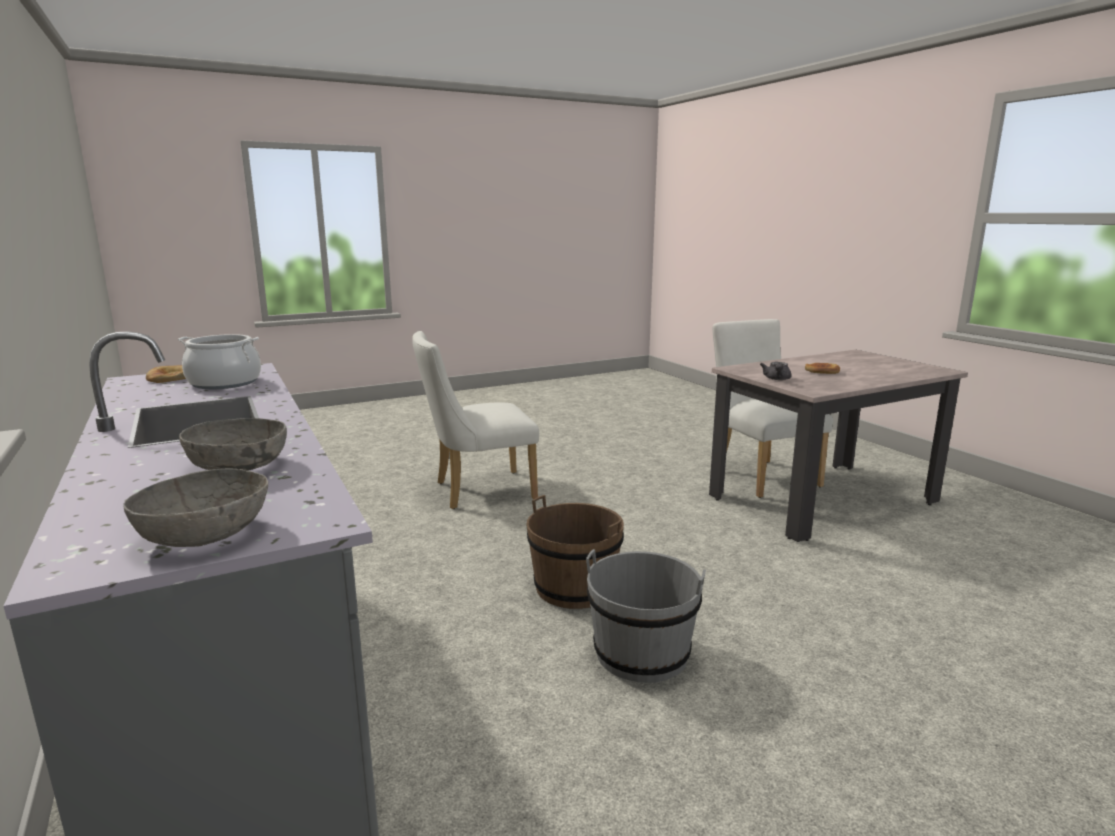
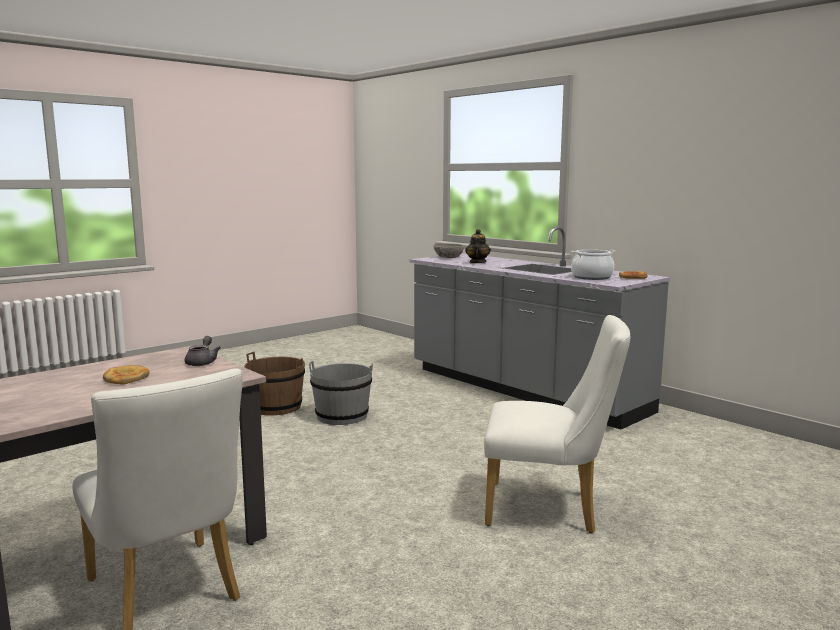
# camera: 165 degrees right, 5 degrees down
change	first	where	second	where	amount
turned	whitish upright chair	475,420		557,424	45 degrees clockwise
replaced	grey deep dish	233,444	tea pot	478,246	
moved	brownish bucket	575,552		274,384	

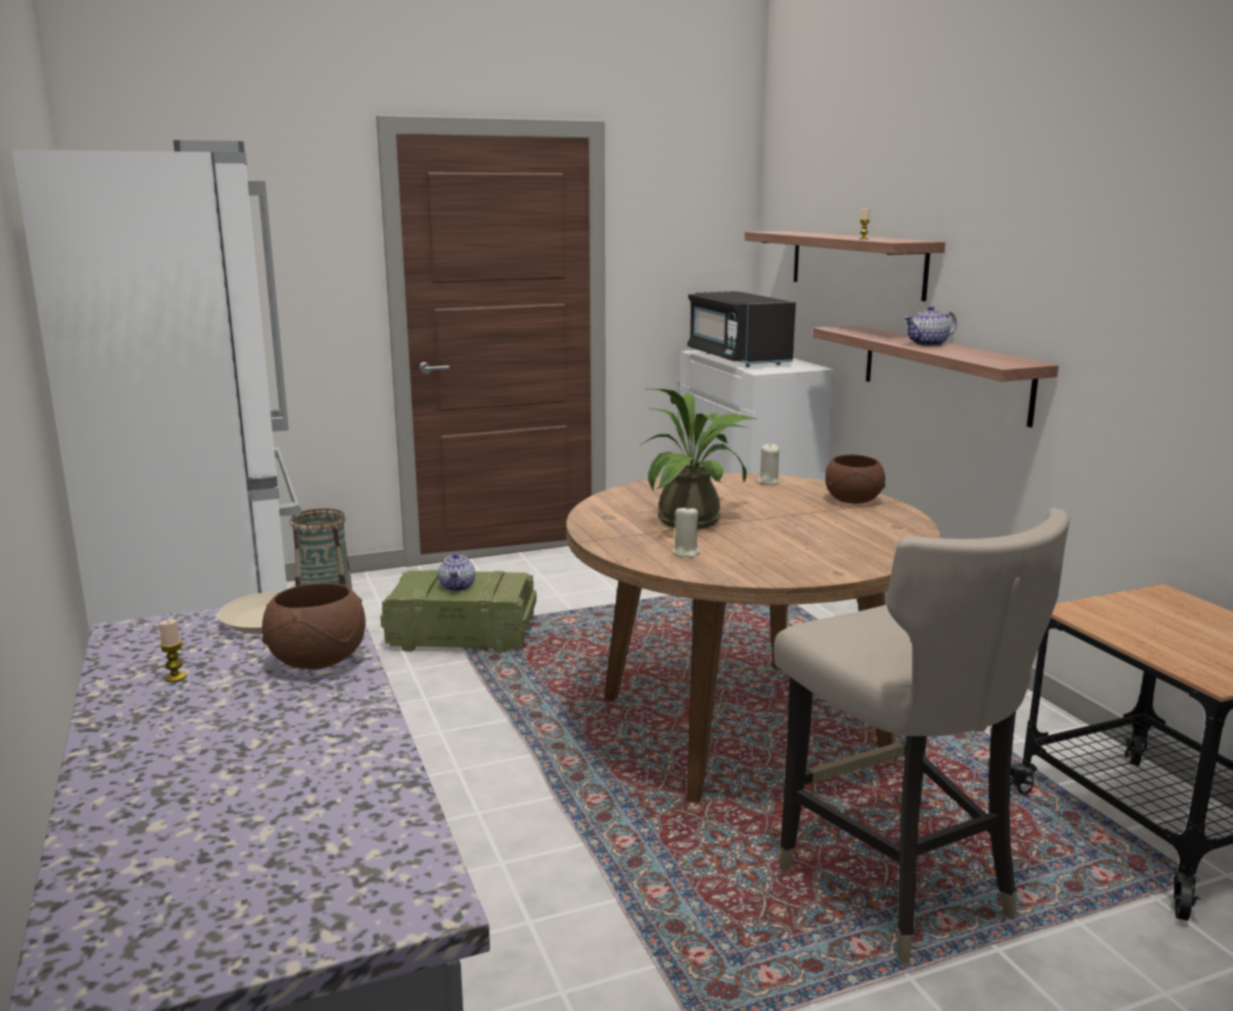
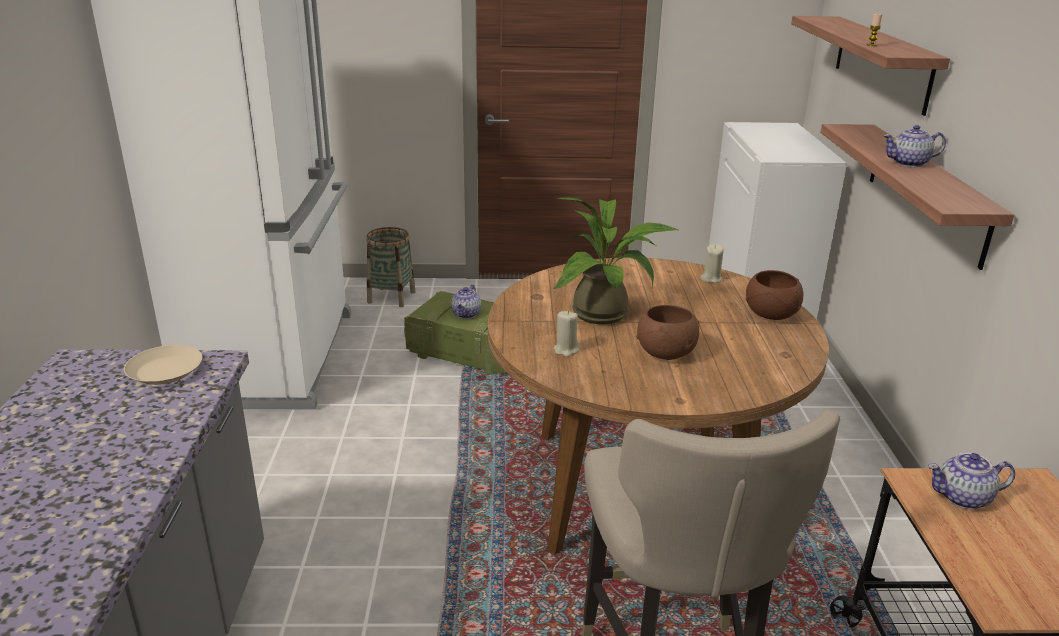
# camera: 20 degrees right, 10 degrees up
change	first	where	second	where	amount
removed	black microwave oven	741,329			
moved	brownish deep dish	314,626		667,332	
removed	candle	173,651			
added			tea pot	971,481	

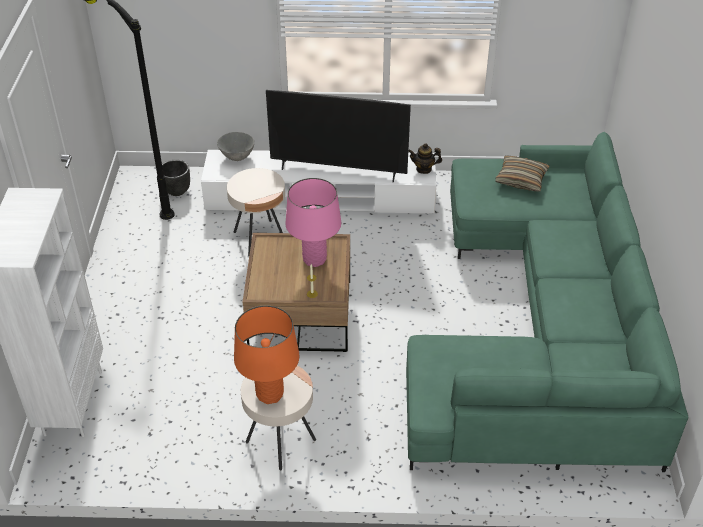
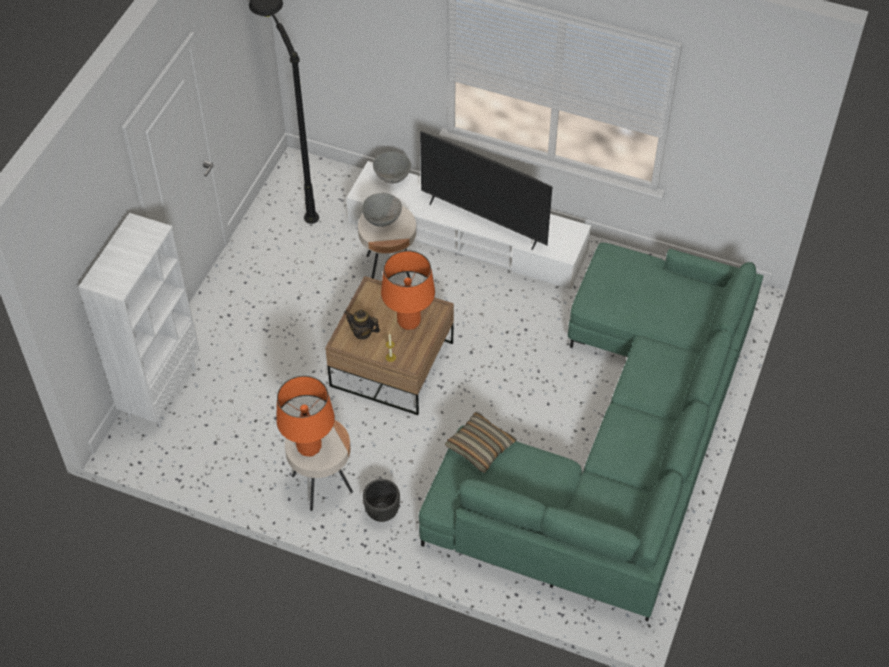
# camera: 20 degrees right, 10 degrees up
change	first	where	second	where	amount
moved	tea pot	425,158		362,325	
moved	throw pillow	522,173		481,442	
moved	black flower pot	176,178		381,500	
recoloured	pink tabletop lamp	313,222	orangey tabletop lamp	408,290	
added			grey deep dish	382,210	

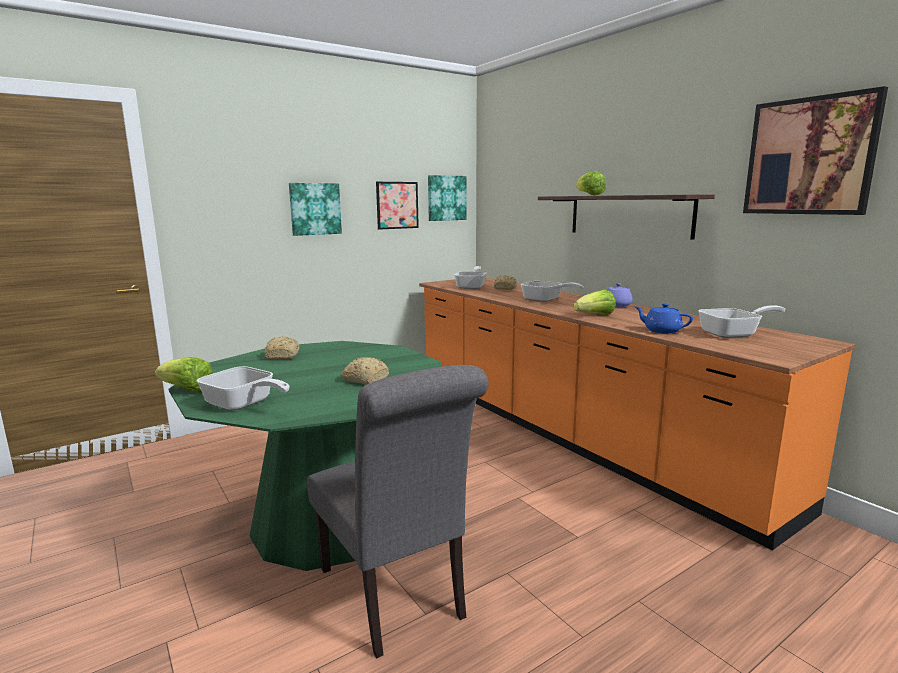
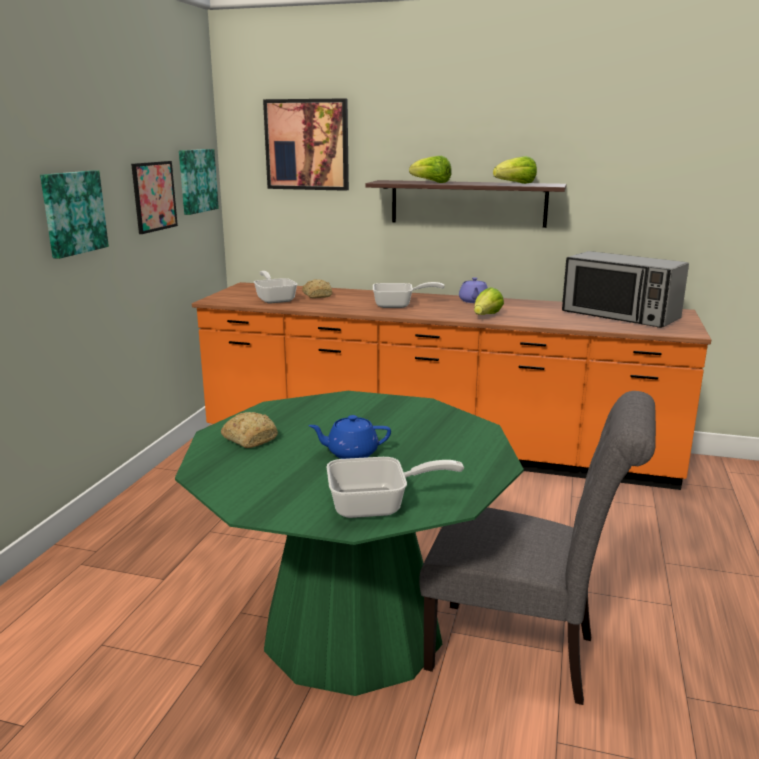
# camera: 40 degrees left, 5 degrees up
change	first	where	second	where	amount
moved	wall picture	815,150		306,144	
moved	blue tea pot	663,319		349,437	
replaced	frying pan	741,321	microwave oven	625,289	
moved	lettuce	184,374		515,170	
removed	bakery bread	365,371			

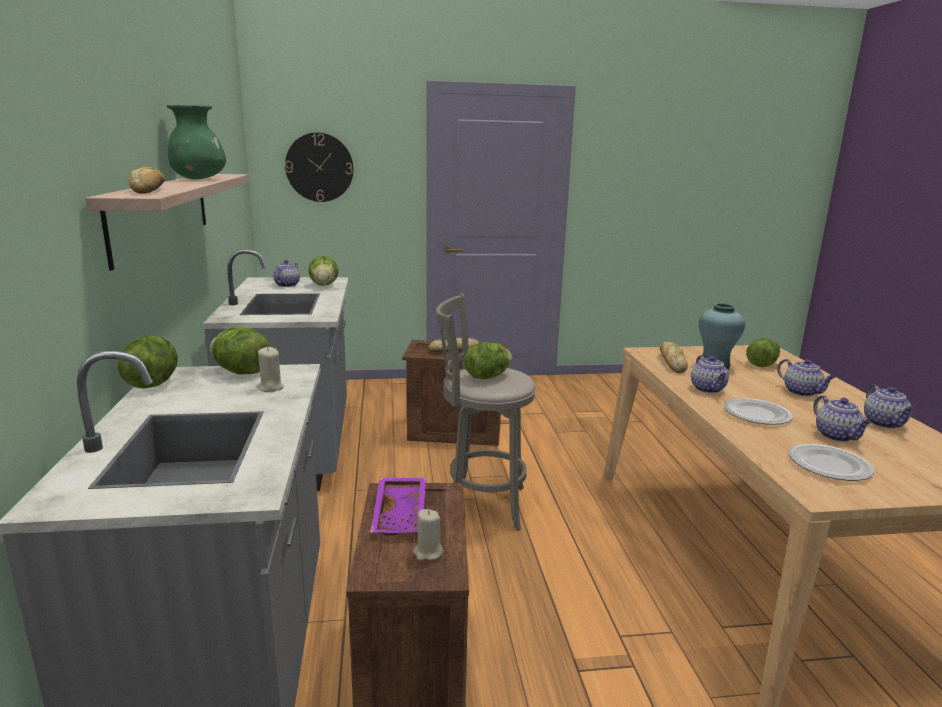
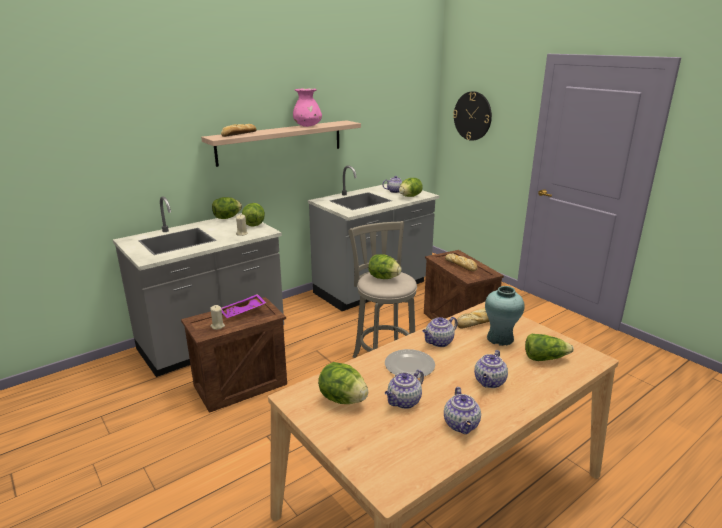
# camera: 60 degrees right, 5 degrees up
change	first	where	second	where	amount
recoloured	green vase	196,142	pink vase	307,107	
turned	tea pot	889,407		462,410	60 degrees counterclockwise
replaced	dinner plate	831,462	lettuce	343,383	

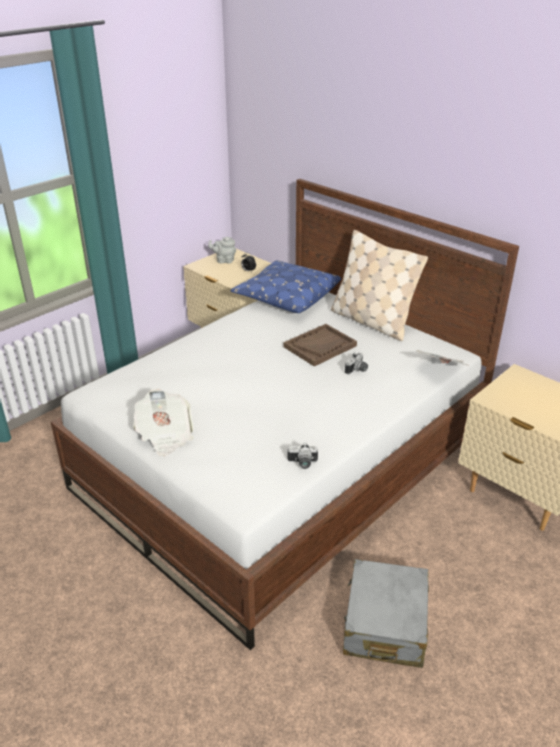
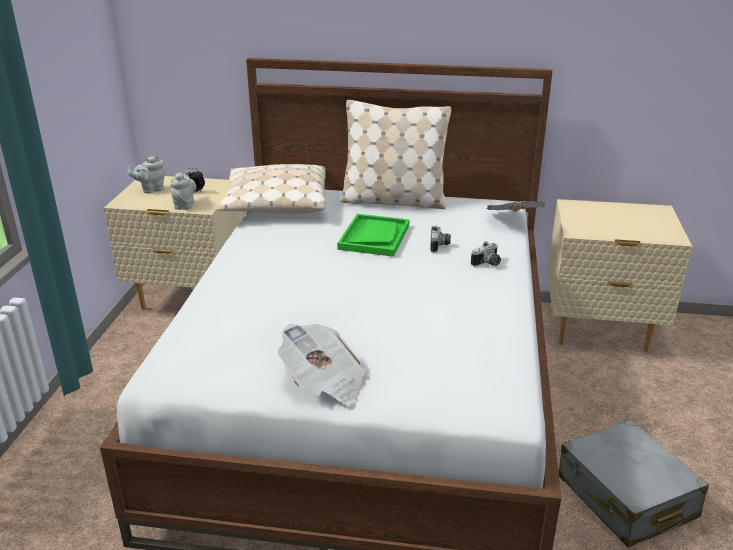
# camera: 35 degrees left, 5 degrees down
change	first	where	second	where	amount
recoloured	blue throw pillow	285,286	beige throw pillow	271,189	
recoloured	brownish carrying tray	320,345	green carrying tray	373,235	
moved	photo camera	302,456		486,254	
added			grey tea pot	183,190	

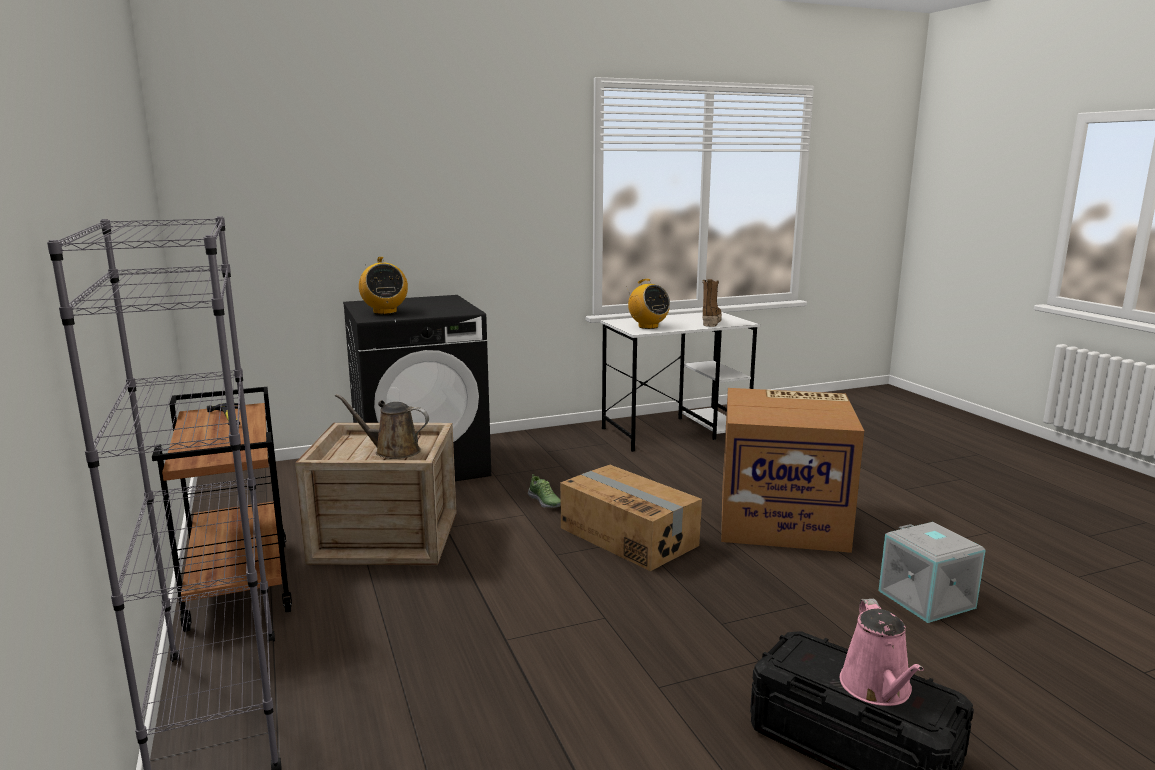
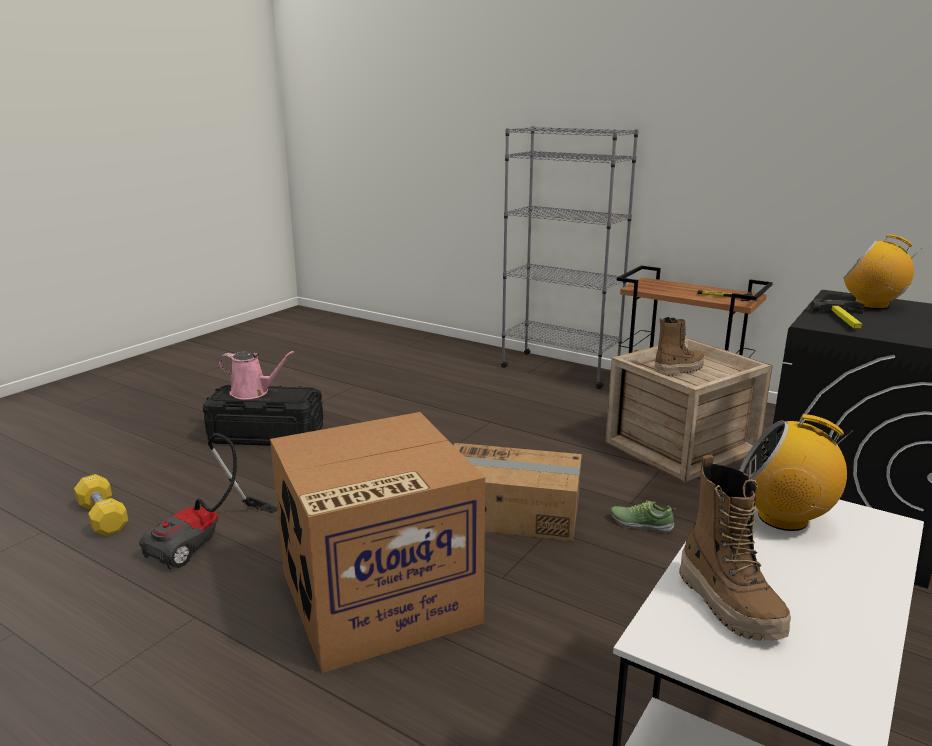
# camera: 145 degrees right, 5 degrees up
change	first	where	second	where	amount
replaced	brownish sprinkling can	382,426	boot	679,346	
replaced	grey storage container	932,572	vacuum cleaner	208,501	
turned	pink sprinkling can	882,652		256,375	135 degrees clockwise
added			hammer	837,314	
added			yellowish hand weight	101,505	

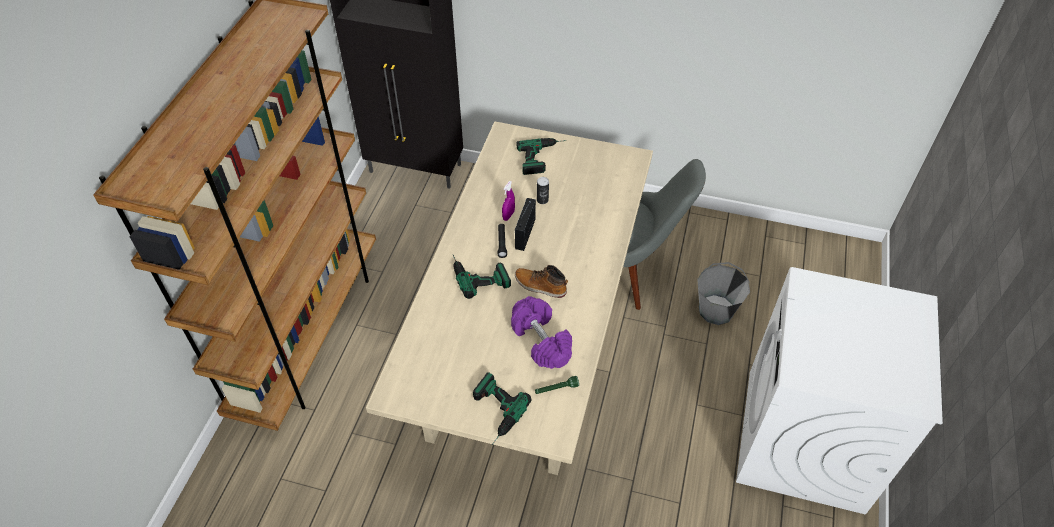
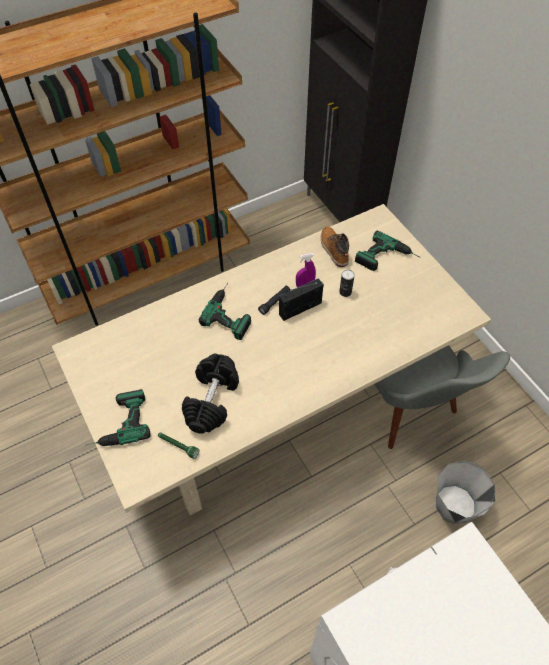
# camera: 45 degrees right, 5 degrees up
change	first	where	second	where	amount
moved	boot	541,281		335,246	
recoloured	purple hand weight	541,332	black hand weight	210,393	

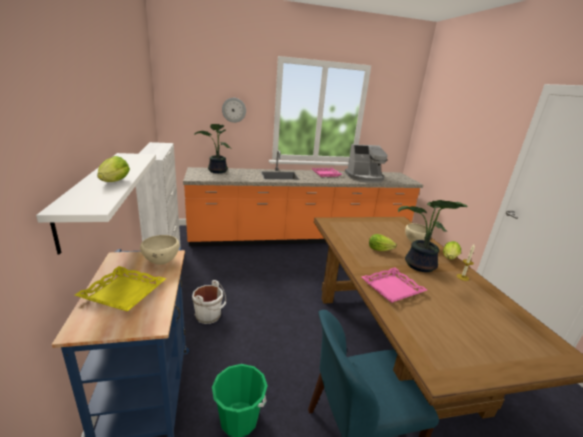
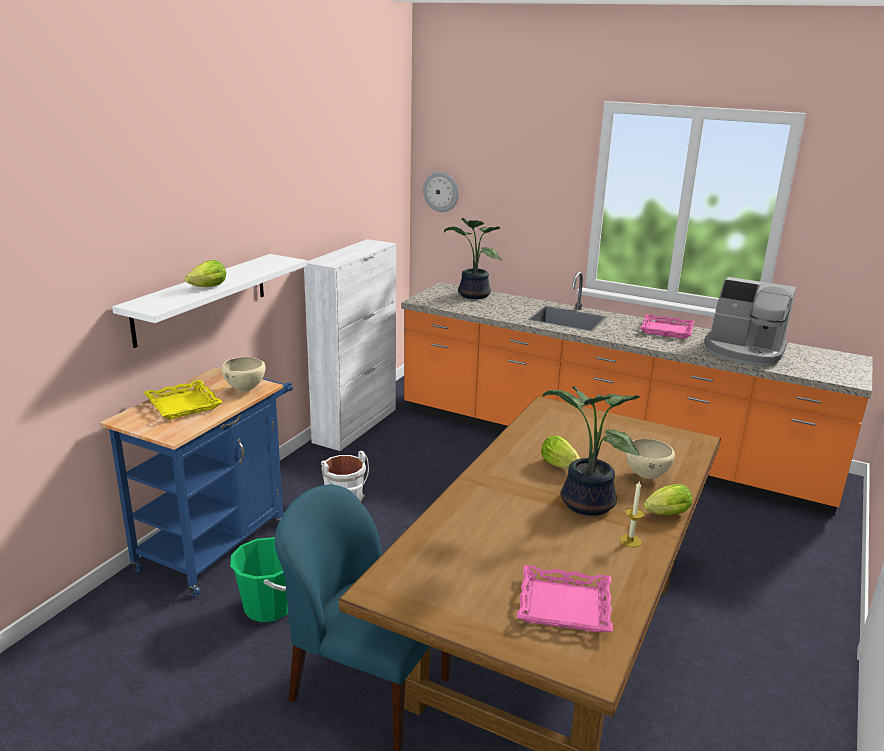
# camera: 40 degrees right, 0 degrees up
change	first	where	second	where	amount
moved	wall clock	234,110		441,192	
moved	pink carrying tray	394,285		565,599	

